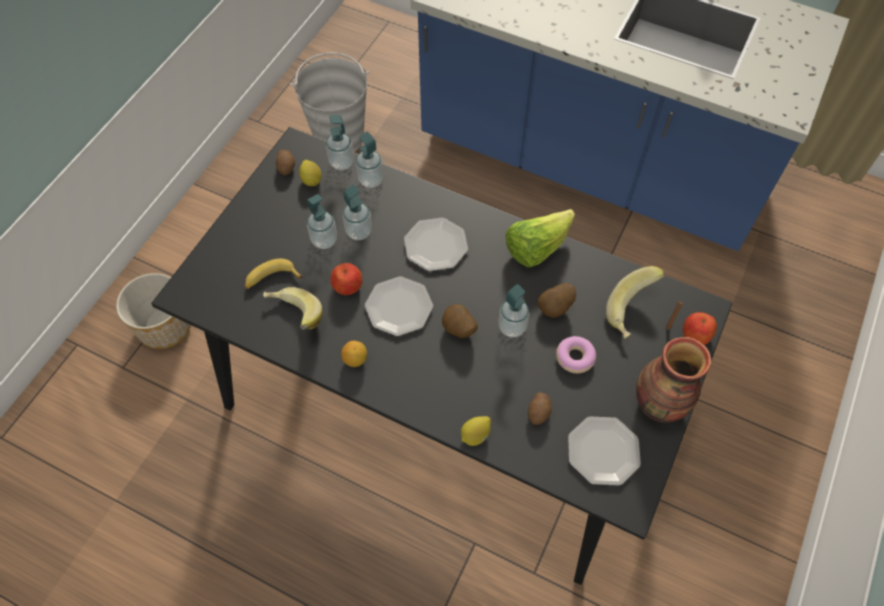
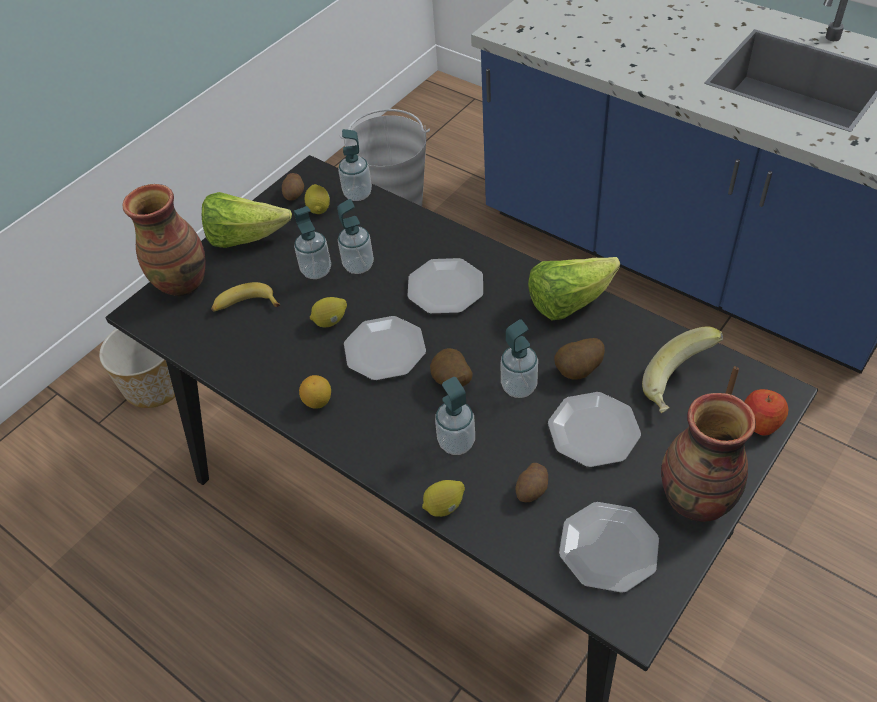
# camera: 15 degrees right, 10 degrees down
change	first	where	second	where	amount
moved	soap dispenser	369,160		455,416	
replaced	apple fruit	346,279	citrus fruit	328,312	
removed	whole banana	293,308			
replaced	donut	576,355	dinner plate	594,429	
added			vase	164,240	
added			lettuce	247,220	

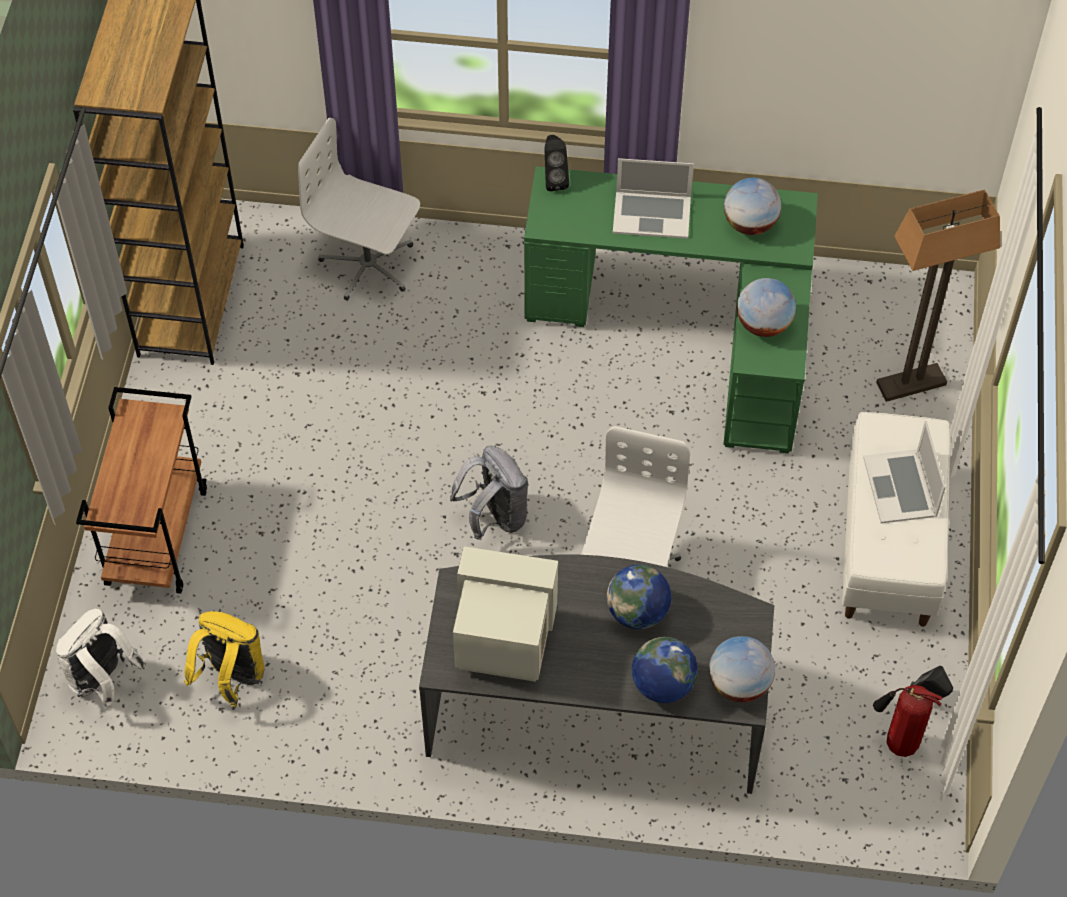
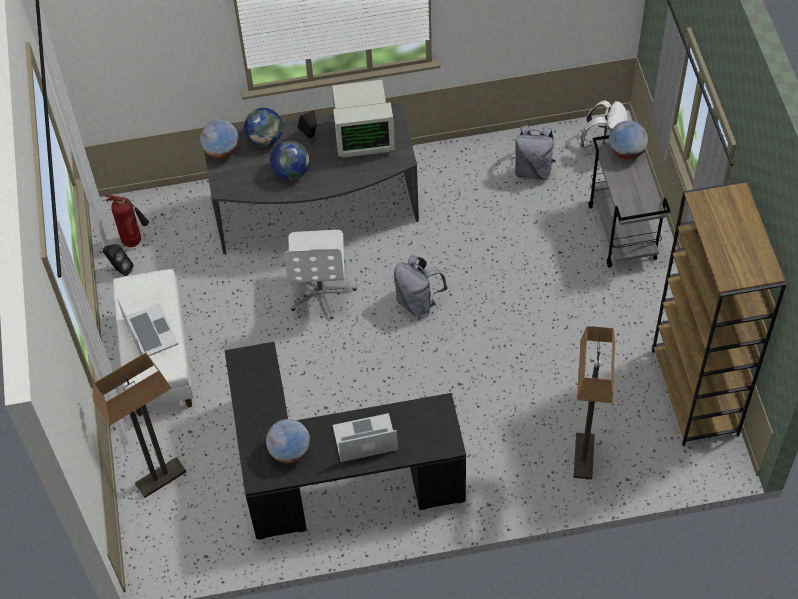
# camera: 165 degrees right, 0 degrees up
change	first	where	second	where	amount
replaced	whitish desk chair	359,209	standard lamp	594,402	
moved	black speaker	556,163		307,124	
recoloured	green desk table	671,309	black desk table	345,441	
moved	world globe	766,307		628,140	
recoloured	brownish trolley	141,490	grey trolley	629,201	
recoloured	yellowish knapsack	224,659	grey knapsack	534,152	

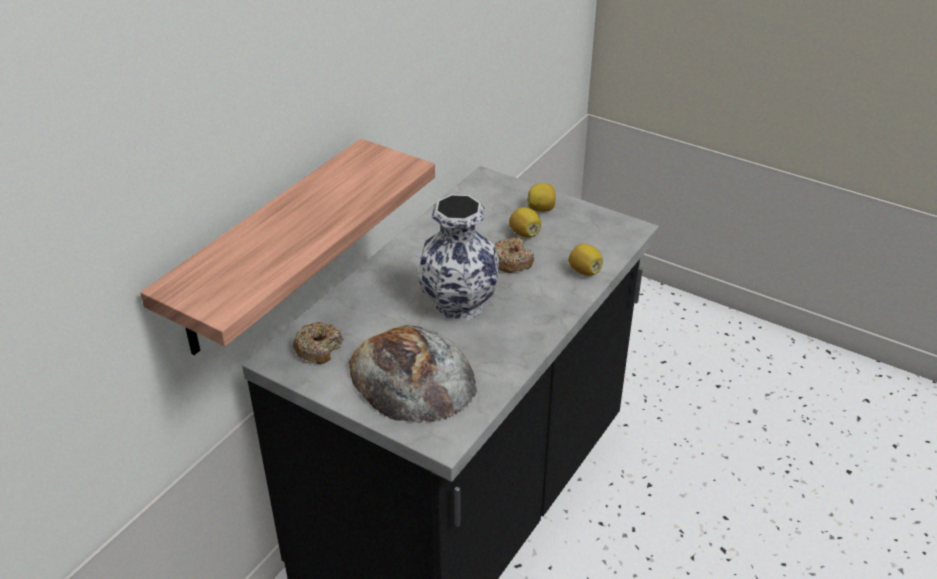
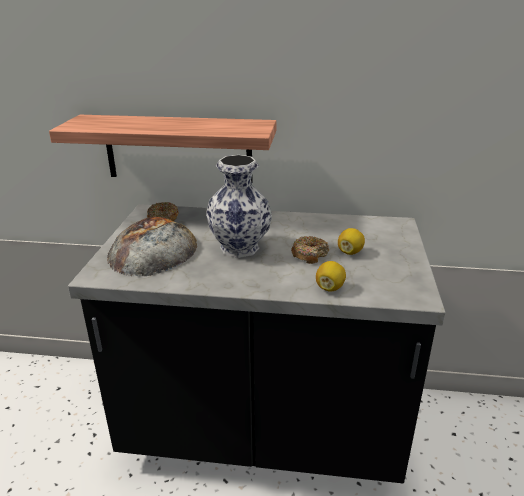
# camera: 65 degrees right, 10 degrees down
change	first	where	second	where	amount
removed	citrus fruit	541,197			

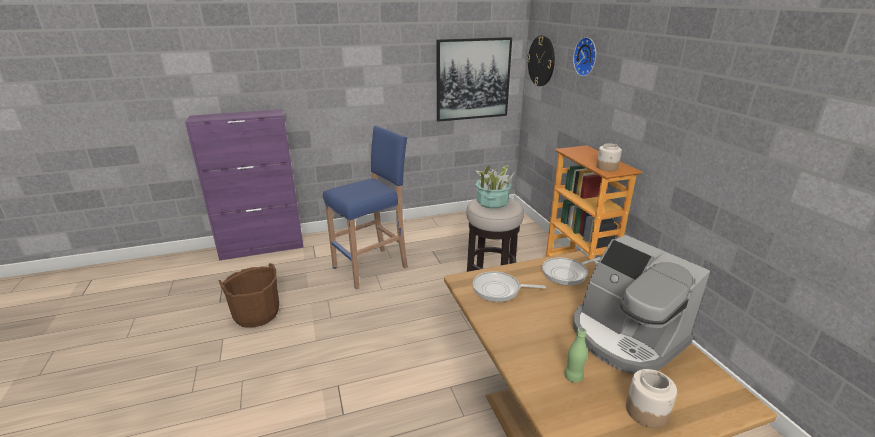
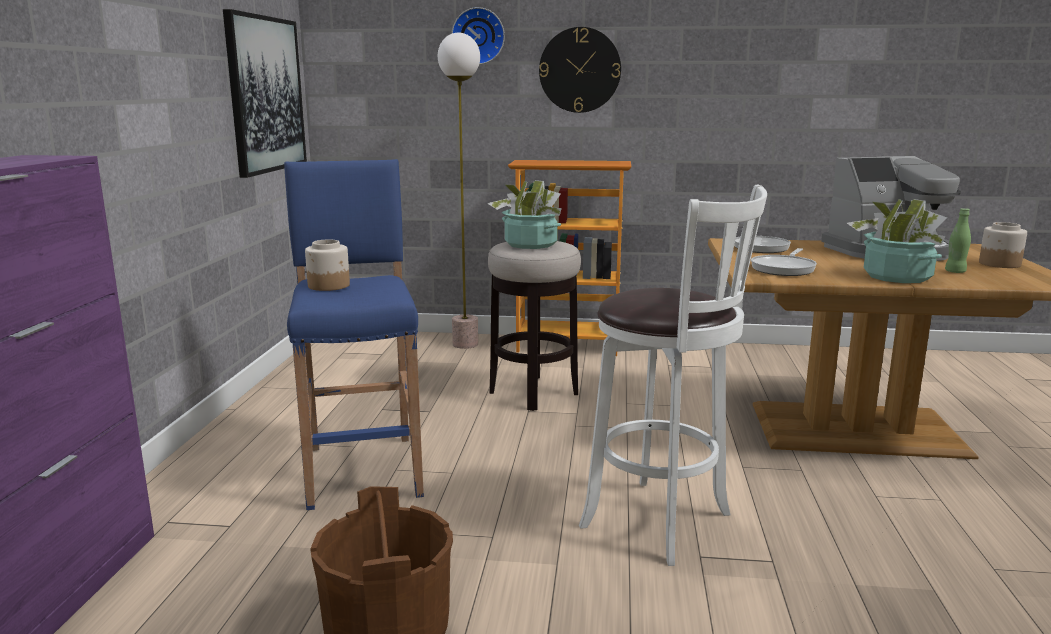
# camera: 65 degrees left, 10 degrees down
change	first	where	second	where	amount
moved	wall clock	541,60		580,70	
moved	preserve jar	609,157		327,265	
added			standard lamp	459,190	
added			whitish stool seat	673,375	
added			houseplant	897,241	

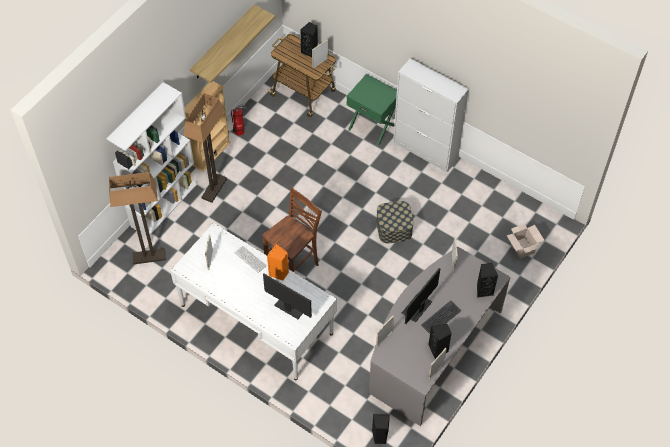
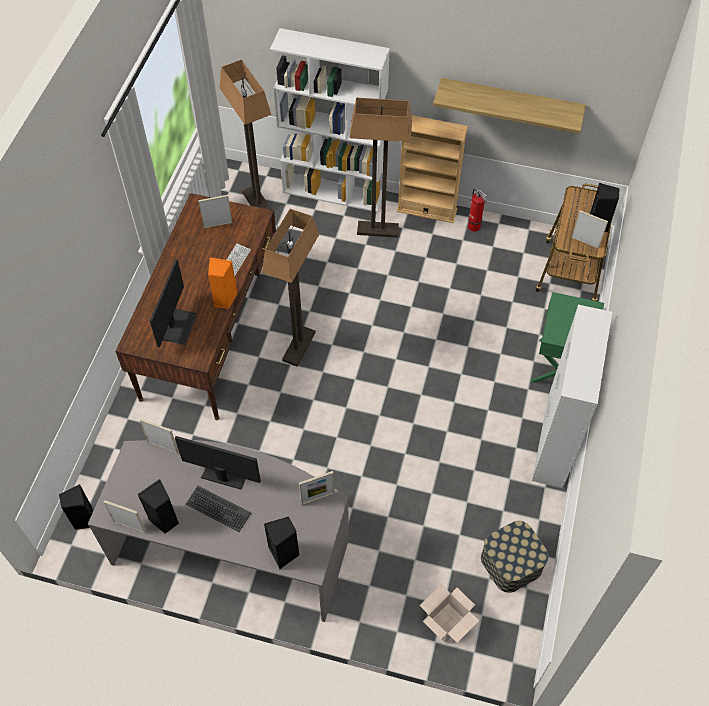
# camera: 70 degrees right, 0 degrees up
change	first	where	second	where	amount
replaced	brownish stool seat	292,229	standard lamp	290,287	
moved	storage container	395,222		515,557	
recoloured	whitish desk table	253,302	brownish desk table	195,306	

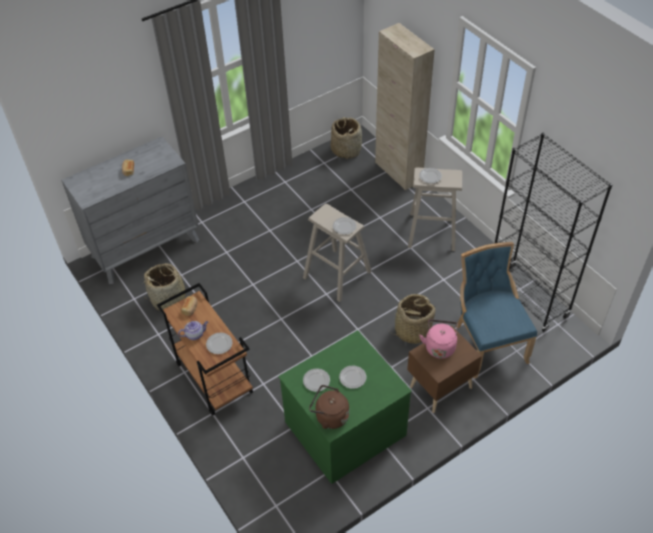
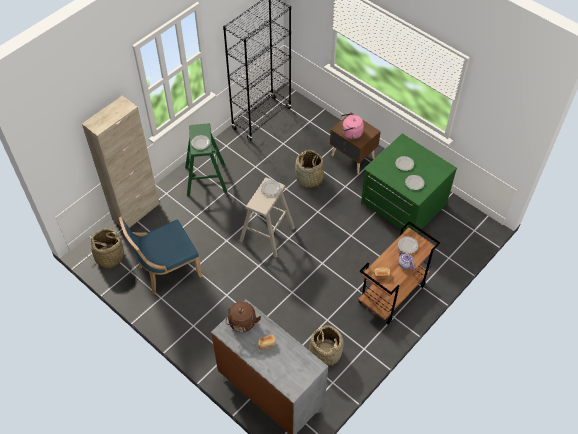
# camera: 105 degrees left, 5 degrees up
change	first	where	second	where	amount
recoloured	beige stool seat	435,209	green stool seat	206,160	
moved	blue upright chair	496,310		161,255	
moved	brownish tea kettle	329,407		243,316	

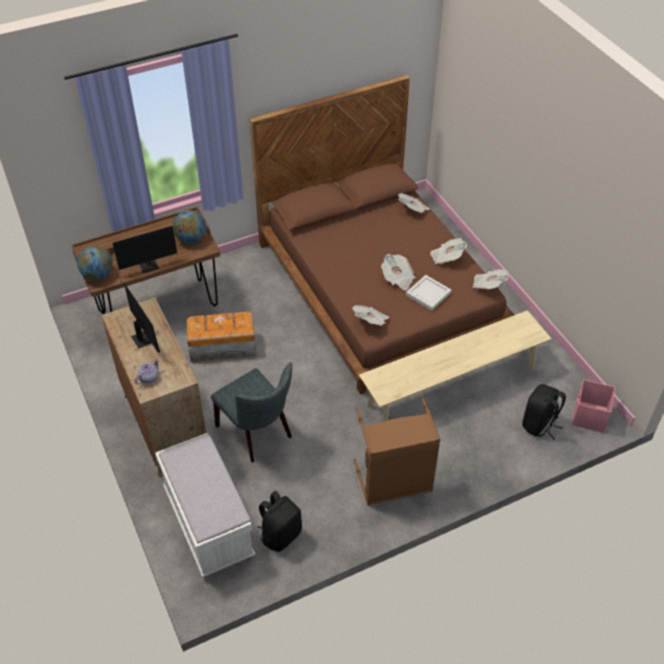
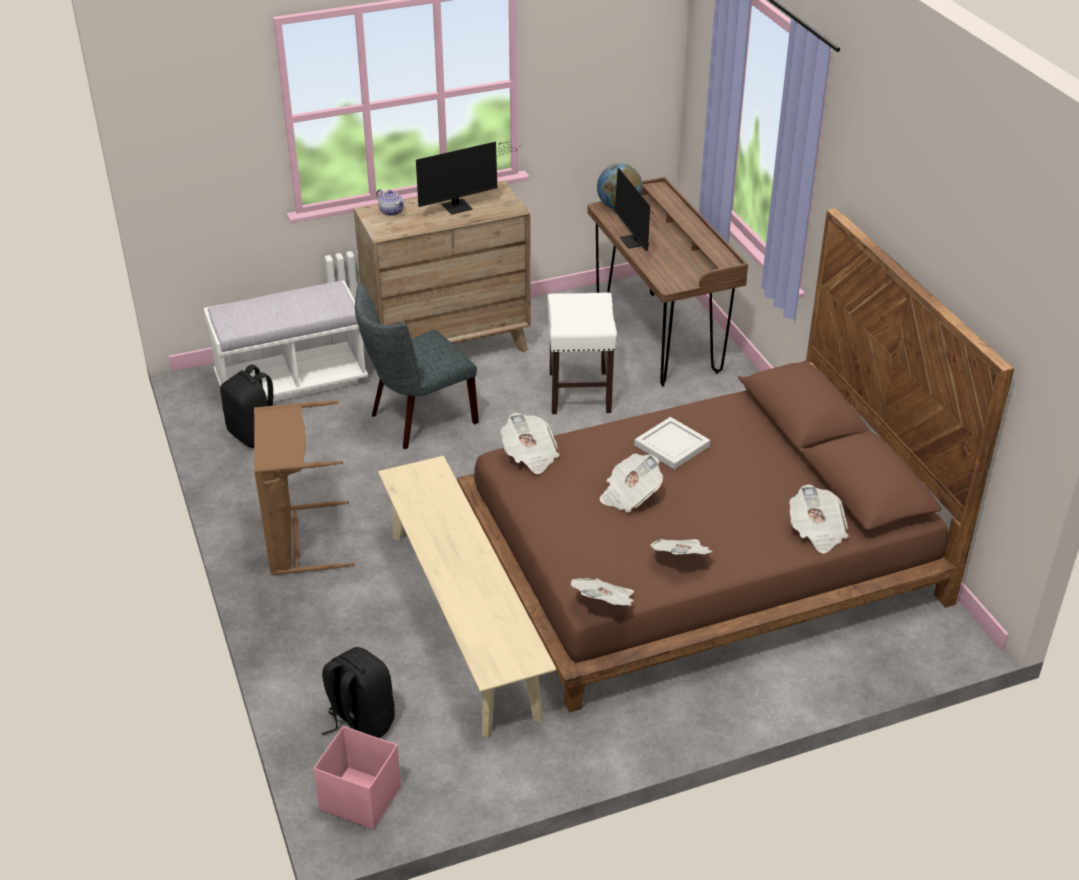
# camera: 95 degrees right, 10 degrees down
change	first	where	second	where	amount
removed	world globe	189,227			
moved	whitish carrying tray	429,293		672,443	
replaced	storage container	221,336	whitish stool seat	582,353	

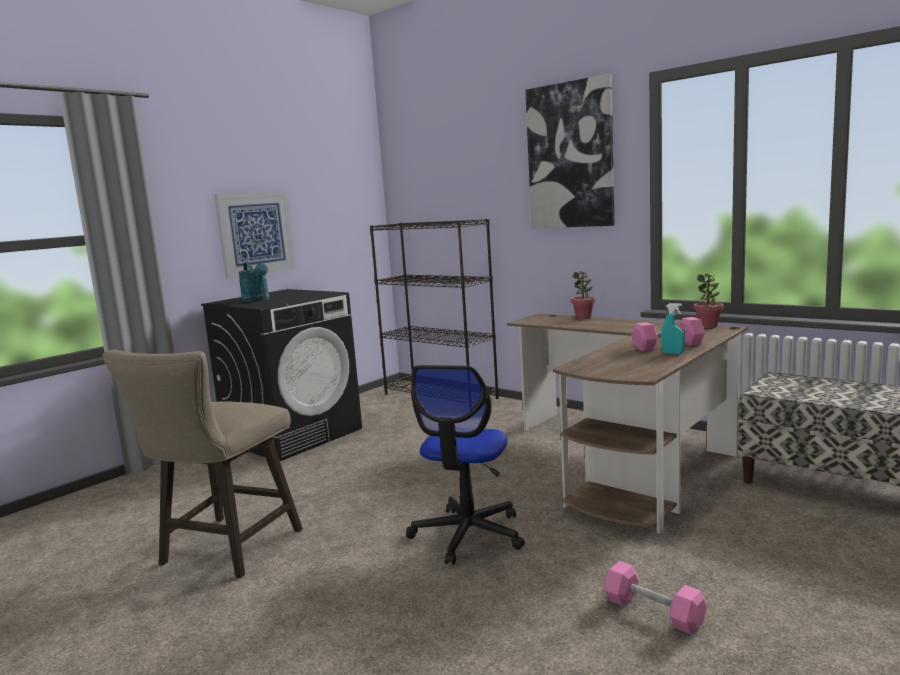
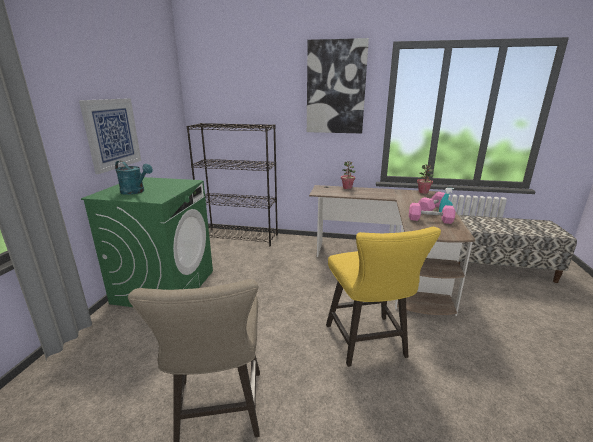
# camera: 30 degrees left, 10 degrees up
change	first	where	second	where	amount
recoloured	black laundry appliance	281,375	green laundry appliance	147,242	
replaced	desk chair	465,465	yellowish stool seat	383,297	
moved	pink hand weight	655,597		432,213	

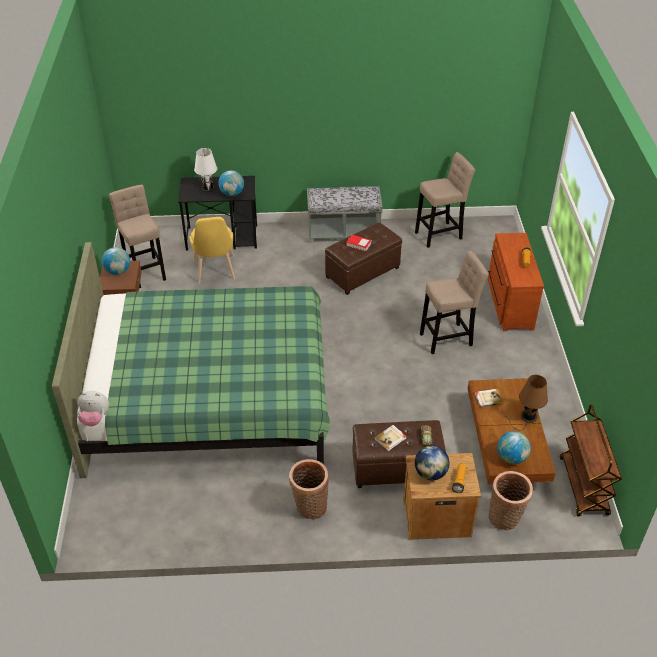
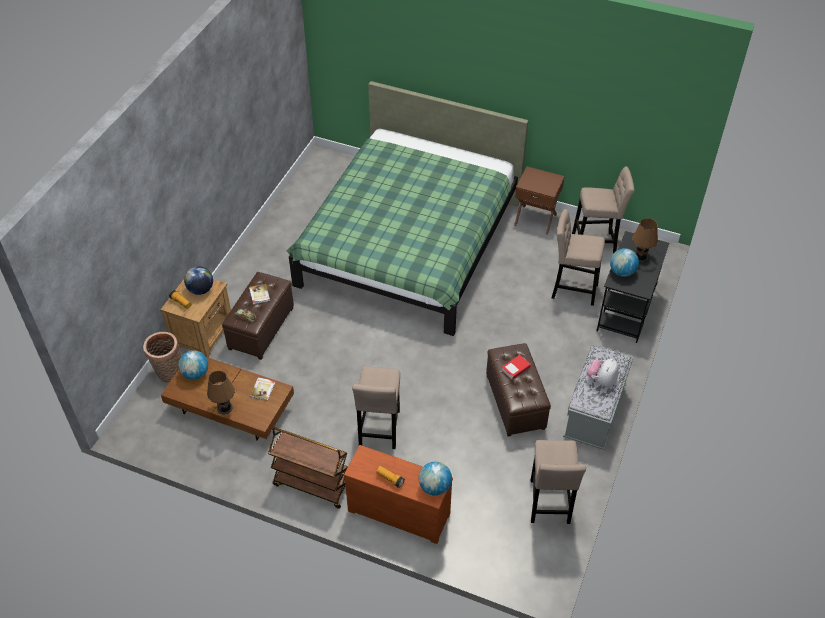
# camera: 115 degrees right, 5 degrees up
change	first	where	second	where	amount
recoloured	whitish tabletop lamp	203,170	brownish tabletop lamp	647,240	
replaced	yellowish upright chair	212,250	beige stool seat	578,257	
moved	world globe	116,261		435,479	
moved	cuddly toy	93,408		603,373	
moved	brownish trolley	591,461		308,468	
removed	storage basket	309,489			

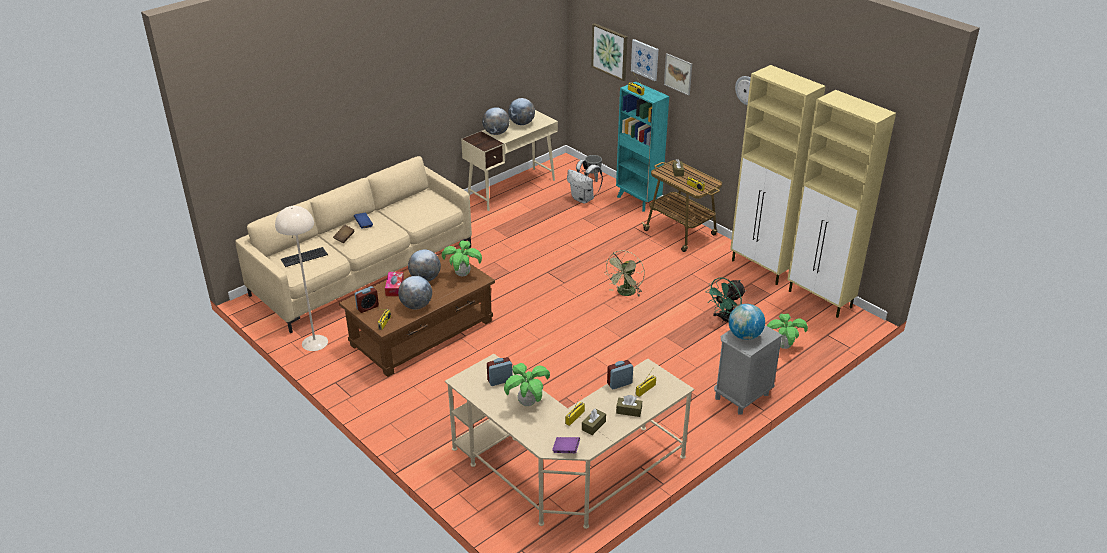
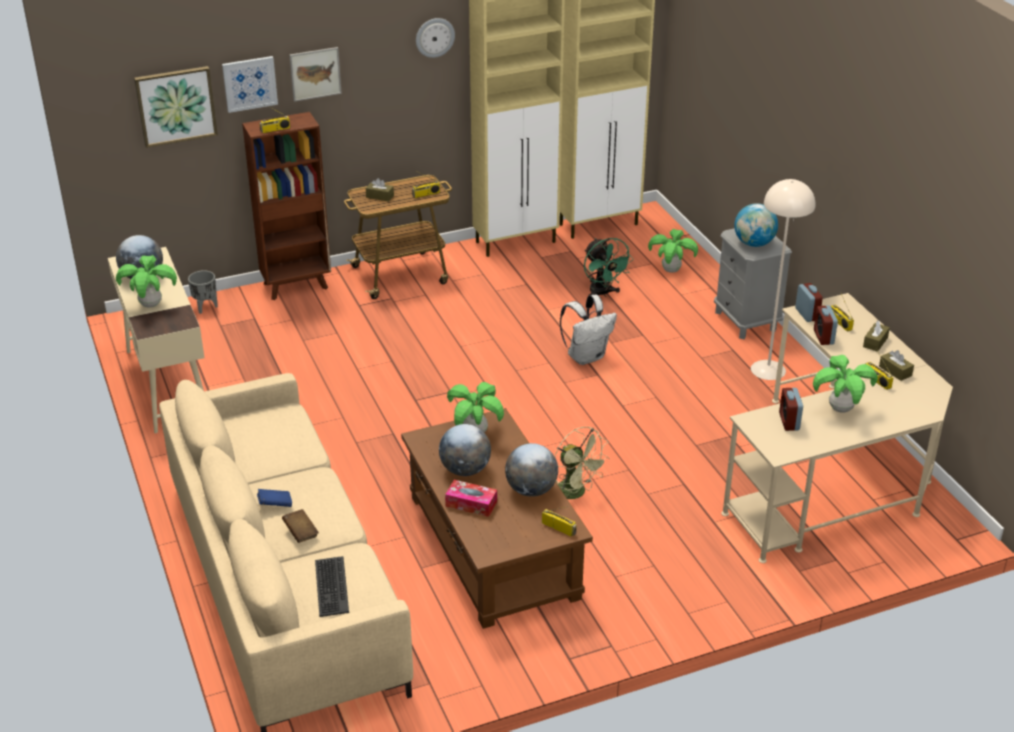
# camera: 70 degrees left, 0 degrees up
change	first	where	second	where	amount
recoloured	turquoise bookcase	642,146	brownish bookcase	286,206	
replaced	world globe	496,121	houseplant	146,281	
moved	whitish knapsack	585,182		588,330	
moved	beige standard lamp	301,278		783,279	
moved	green cooling fan	624,273		582,463	
moved	table clock	367,299		809,302	
removed	purple bound book	566,445			

